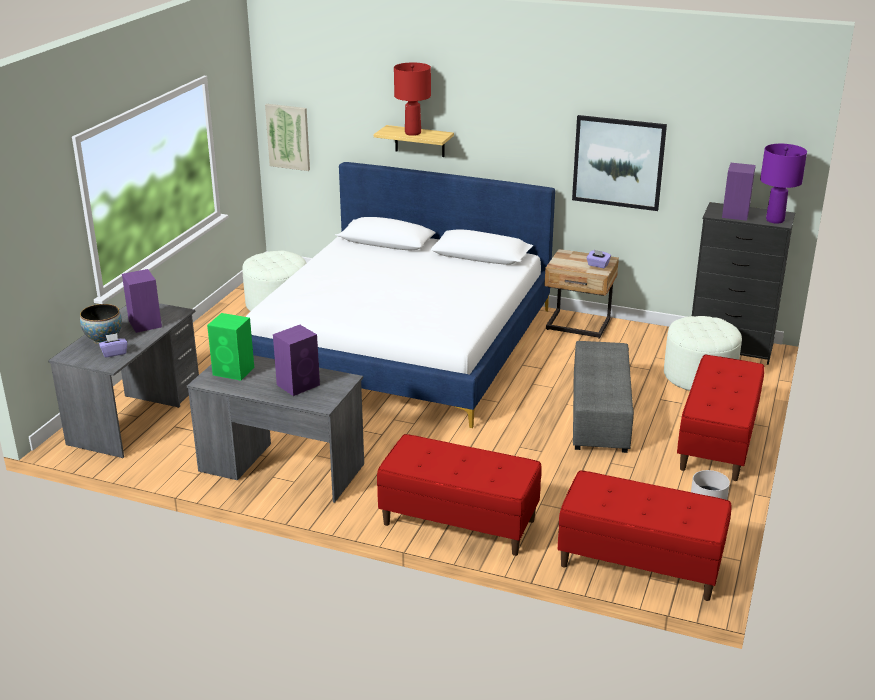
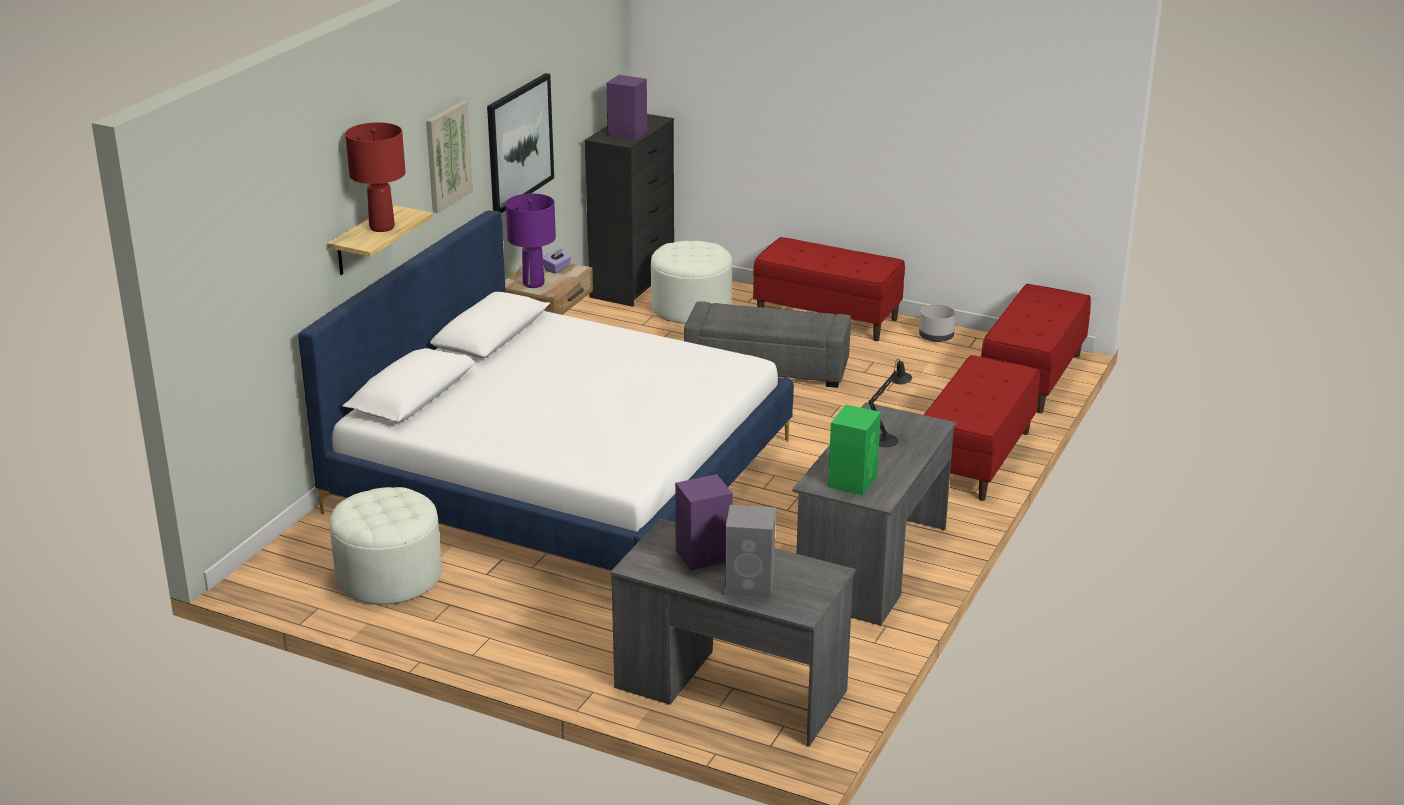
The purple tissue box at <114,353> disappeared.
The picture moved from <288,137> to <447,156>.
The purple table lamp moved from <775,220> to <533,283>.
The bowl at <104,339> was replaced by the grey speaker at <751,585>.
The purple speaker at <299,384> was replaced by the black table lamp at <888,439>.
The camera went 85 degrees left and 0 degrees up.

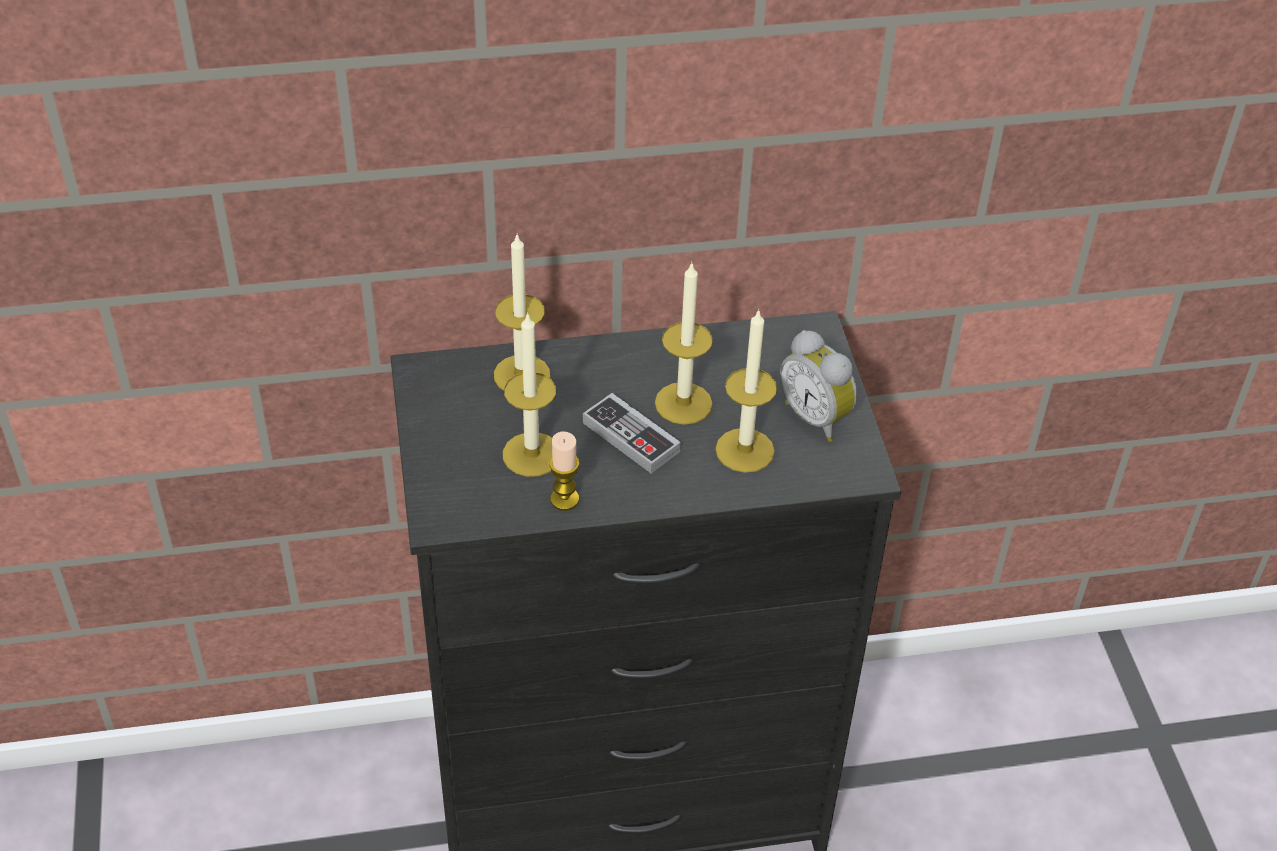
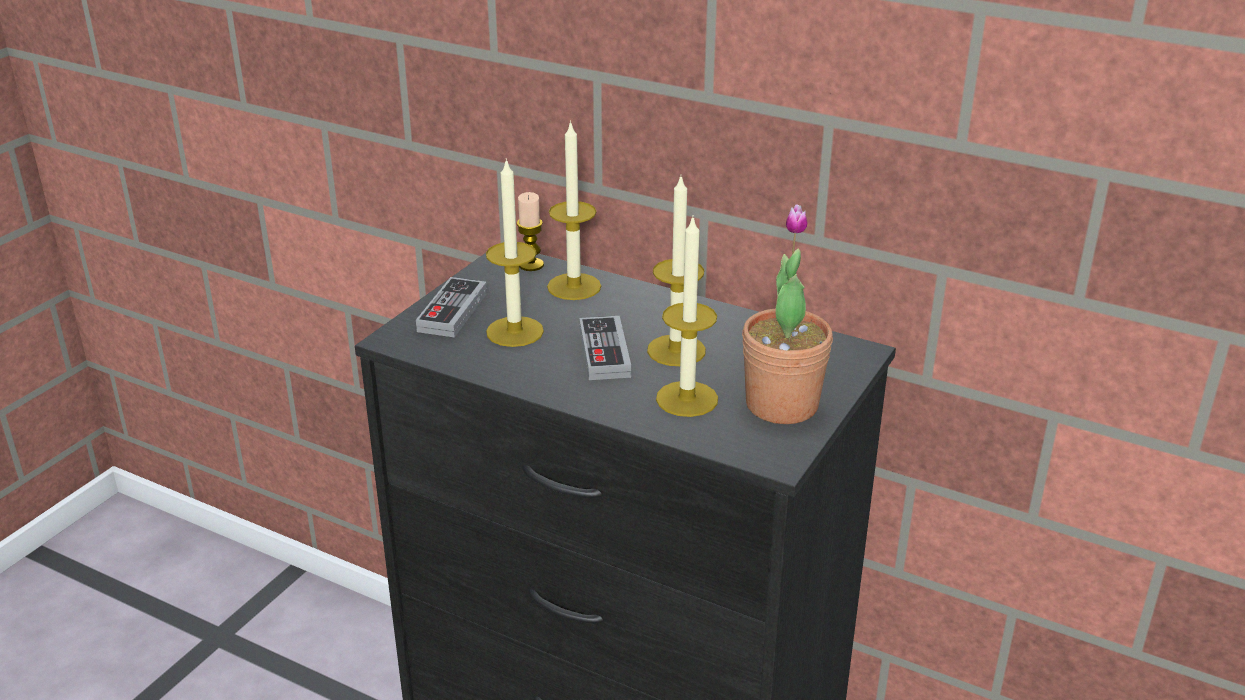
The game controller at <452,312> appeared.
The candle moved from <564,499> to <531,265>.
The alarm clock at <817,417> was replaced by the potted plant at <782,405>.
The camera went 40 degrees right and 15 degrees down.

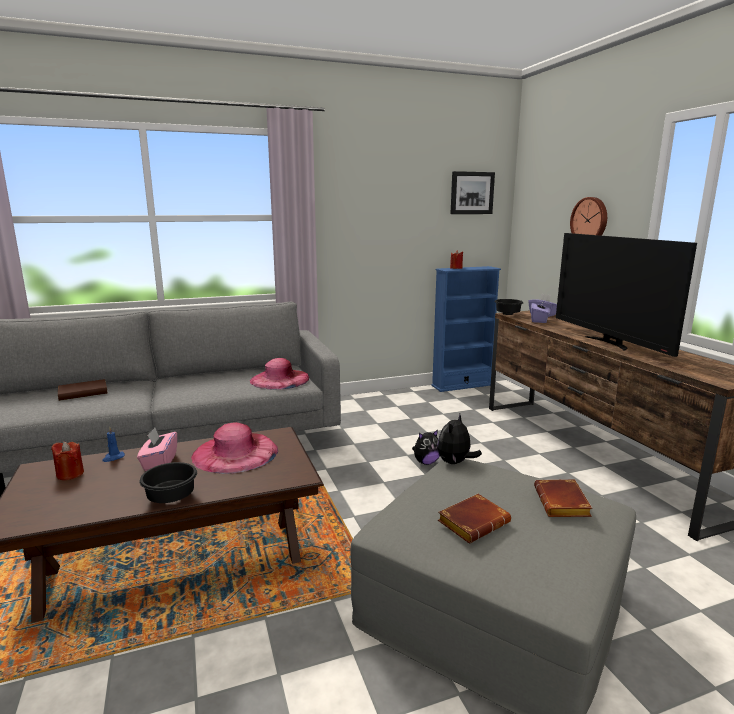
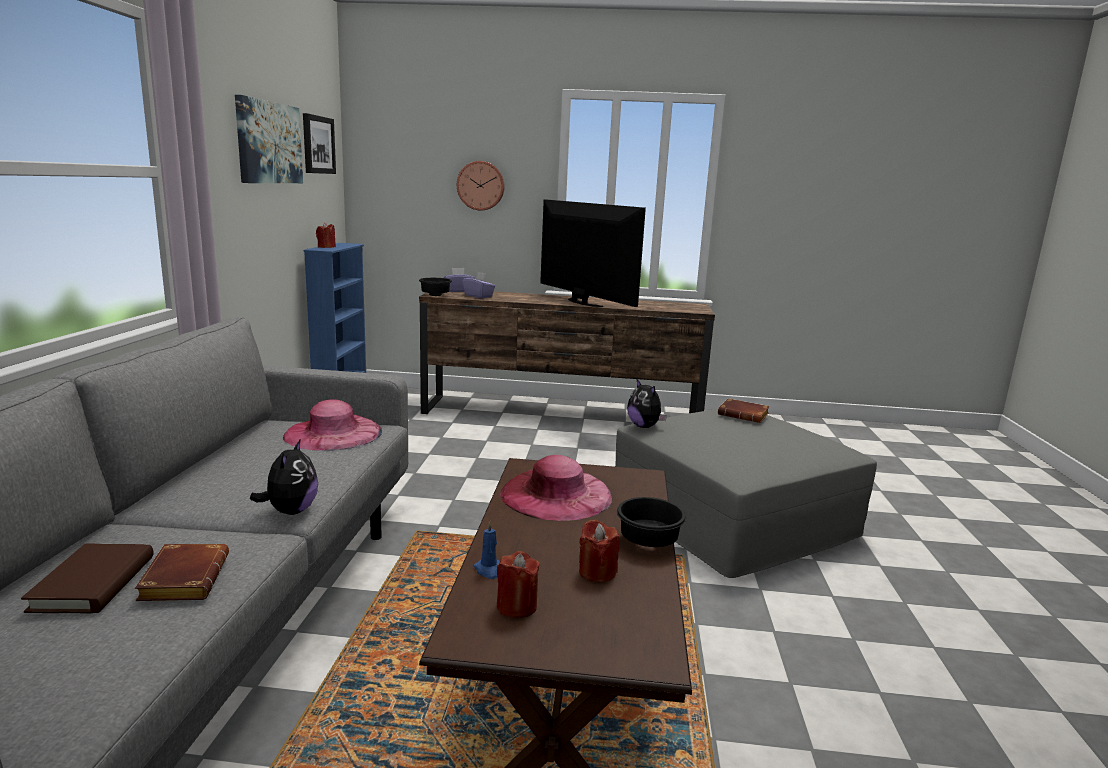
The pink tissue box at <159,462> disappeared.
The picture at <268,143> appeared.
The red candle at <597,572> appeared.
The plush toy moved from <426,462> to <290,511>.
The brown book moved from <473,522> to <183,578>.
The television at <609,343> turned 135 degrees counterclockwise.
The camera went 65 degrees left and 0 degrees up.

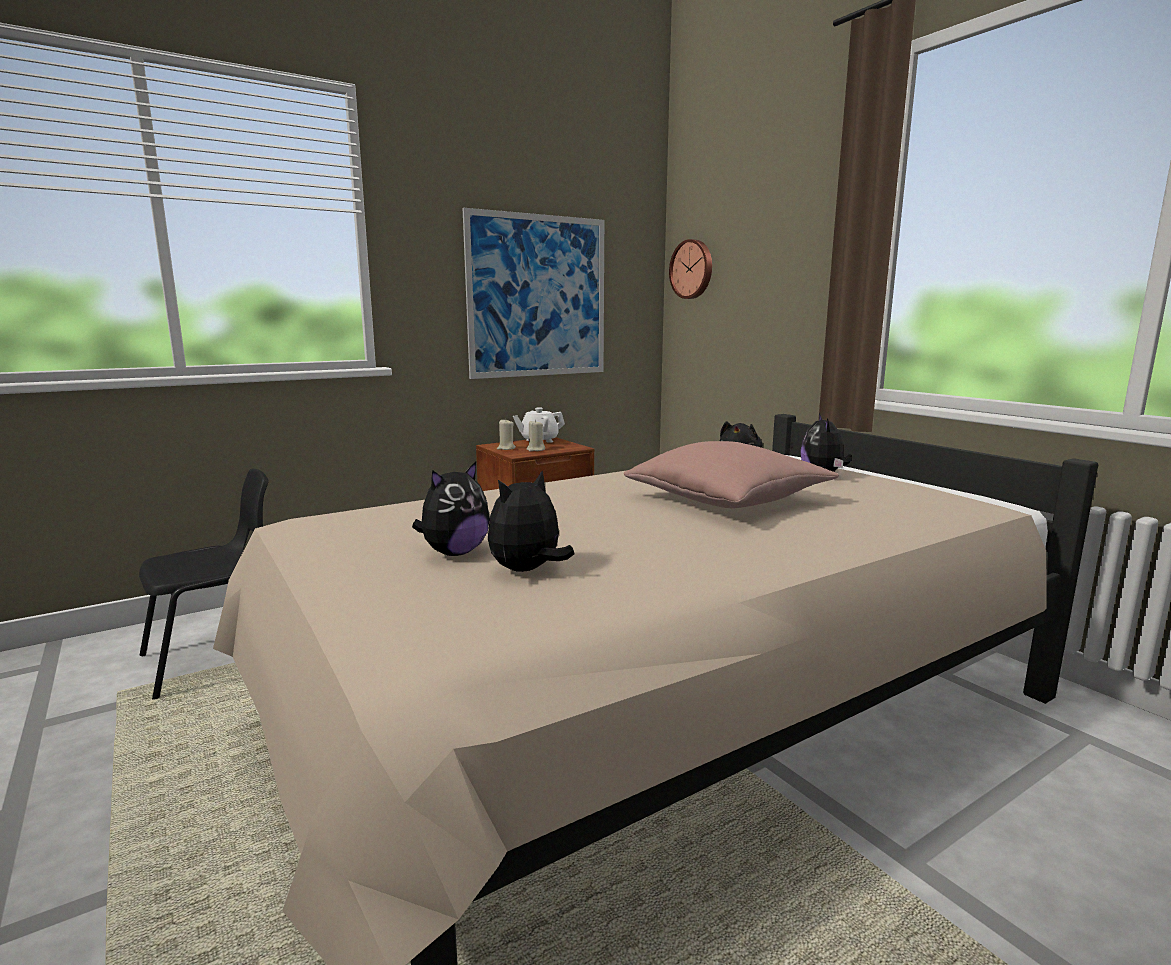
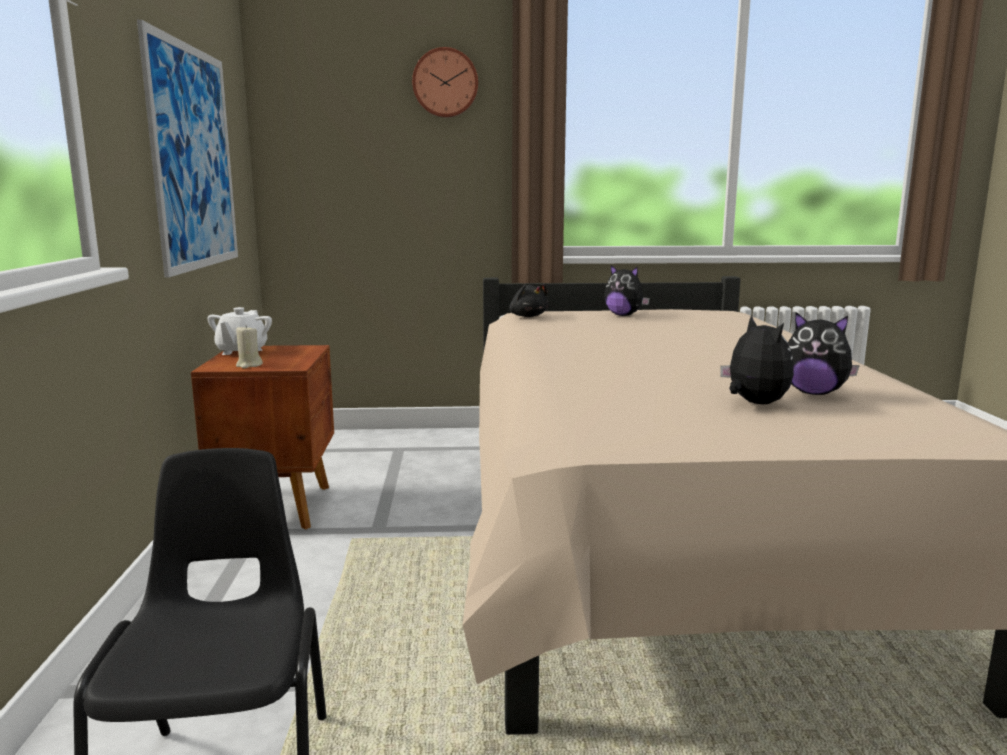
The beige candle at <535,449> disappeared.
The pink pillow at <727,500> disappeared.
The wall clock moved from <692,269> to <445,83>.
The plush toy at <527,570> turned 45 degrees counterclockwise.
The camera went 60 degrees left and 0 degrees up.

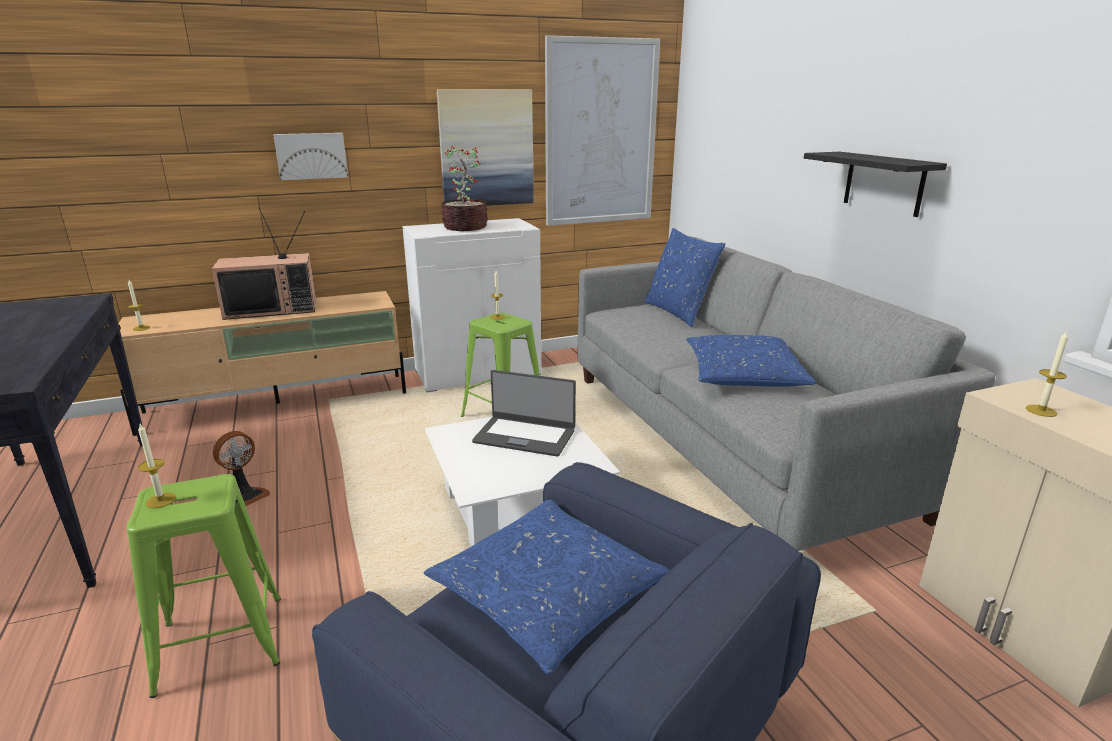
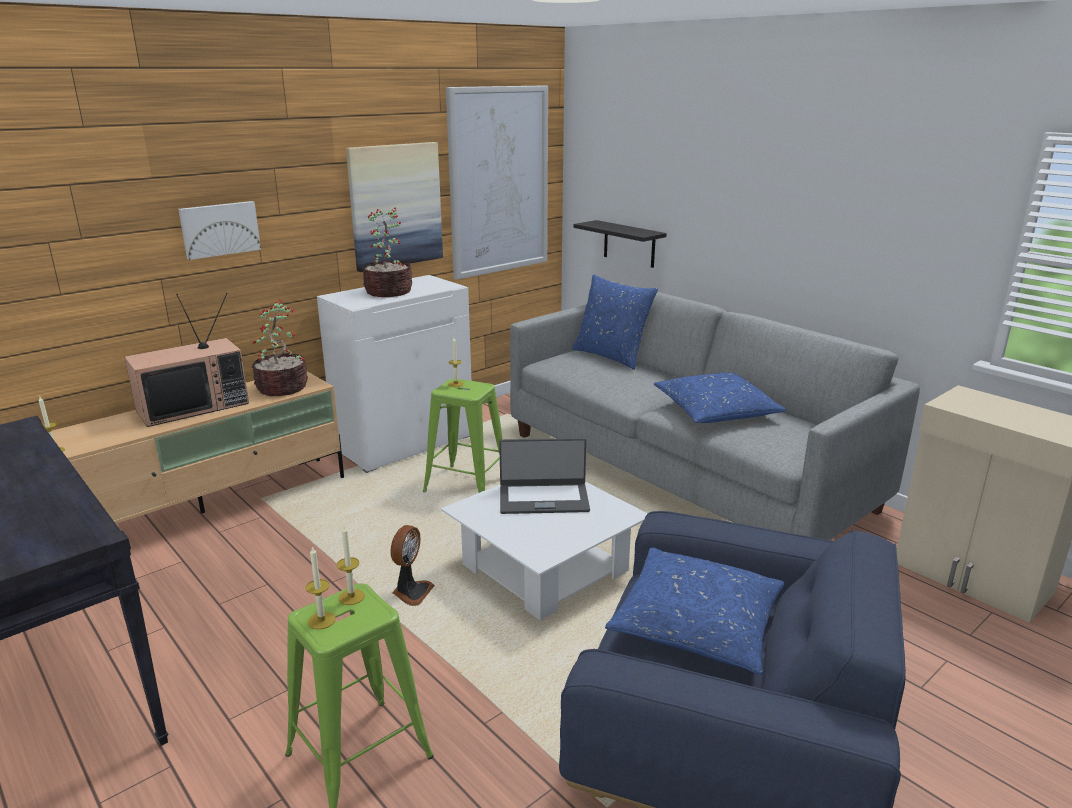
The potted plant at <283,388> appeared.
The fan moved from <244,496> to <411,592>.
The black shelf moved from <884,183> to <629,244>.
The candle moved from <1041,411> to <351,597>.
The camera went 20 degrees left and 0 degrees up.

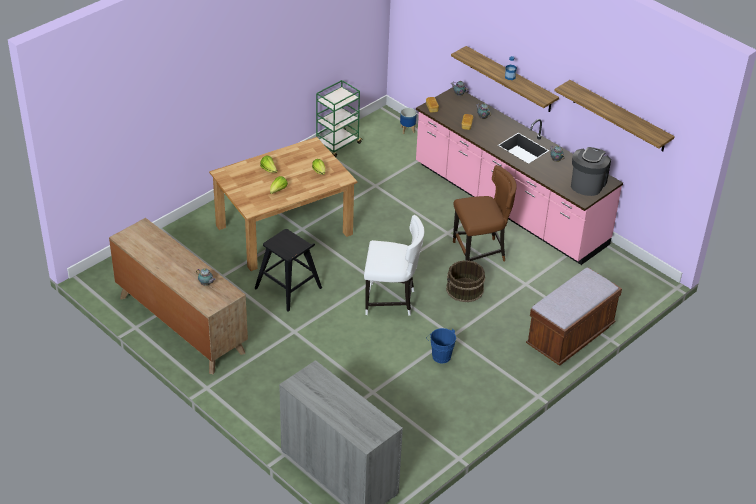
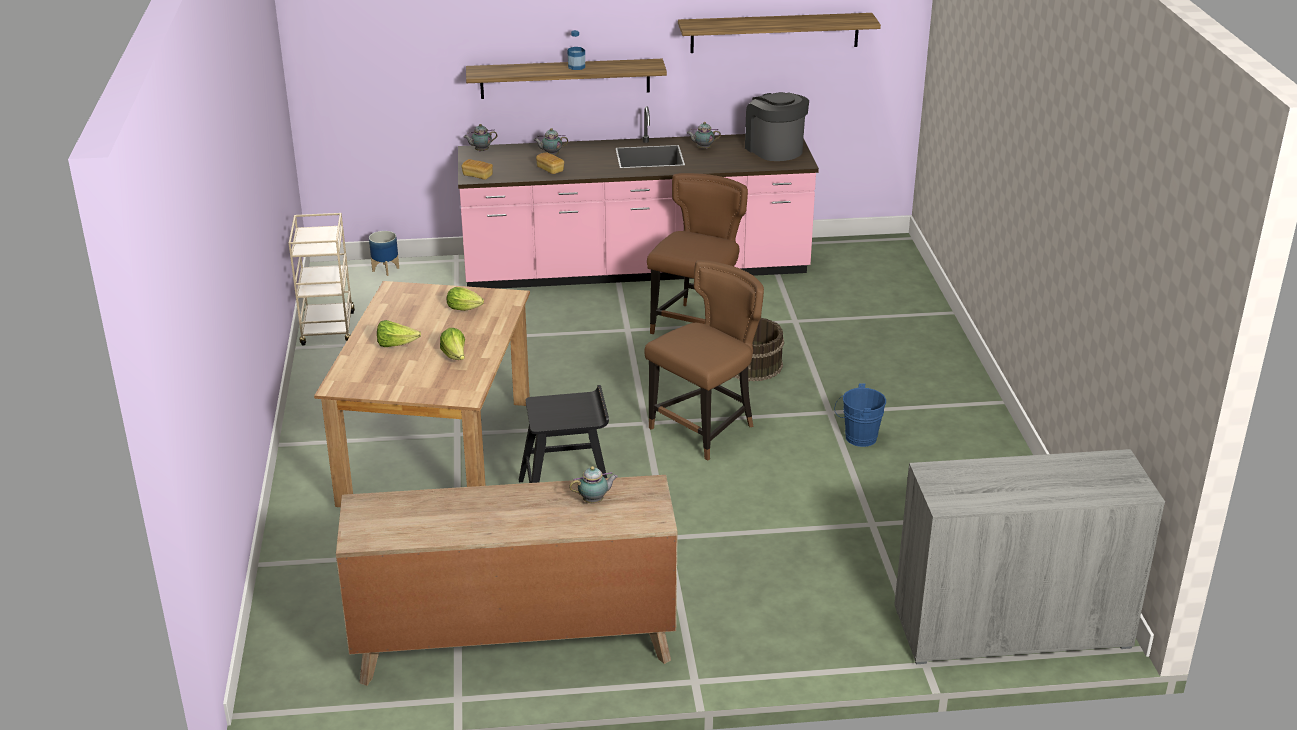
The brown bench at <570,336> disappeared.
The green cart at <337,145> became the beige cart at <328,329>.
The white chair at <391,301> became the brown chair at <705,428>.
The camera went 50 degrees left and 10 degrees down.

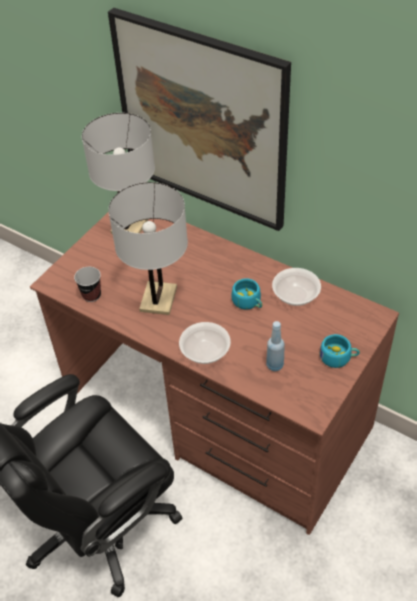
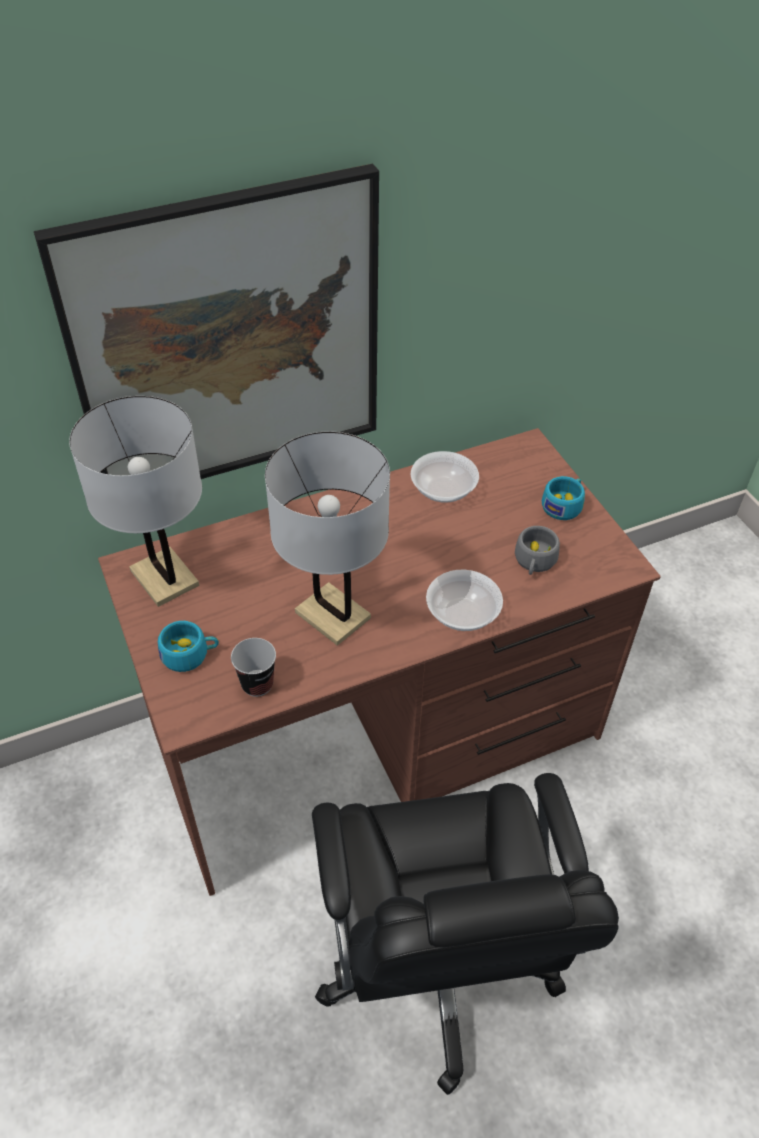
The turquoise cup moved from <248,302> to <190,654>.
The blue bottle at <274,365> was replaced by the grey cup at <534,562>.
The camera went 60 degrees left and 0 degrees up.

